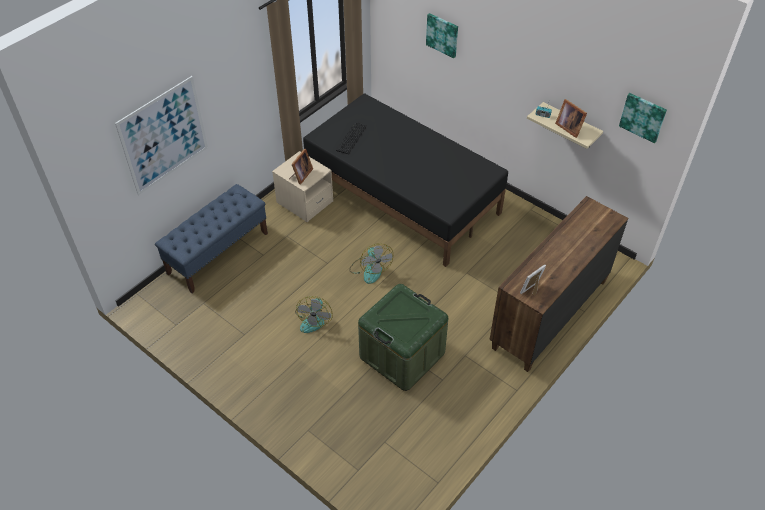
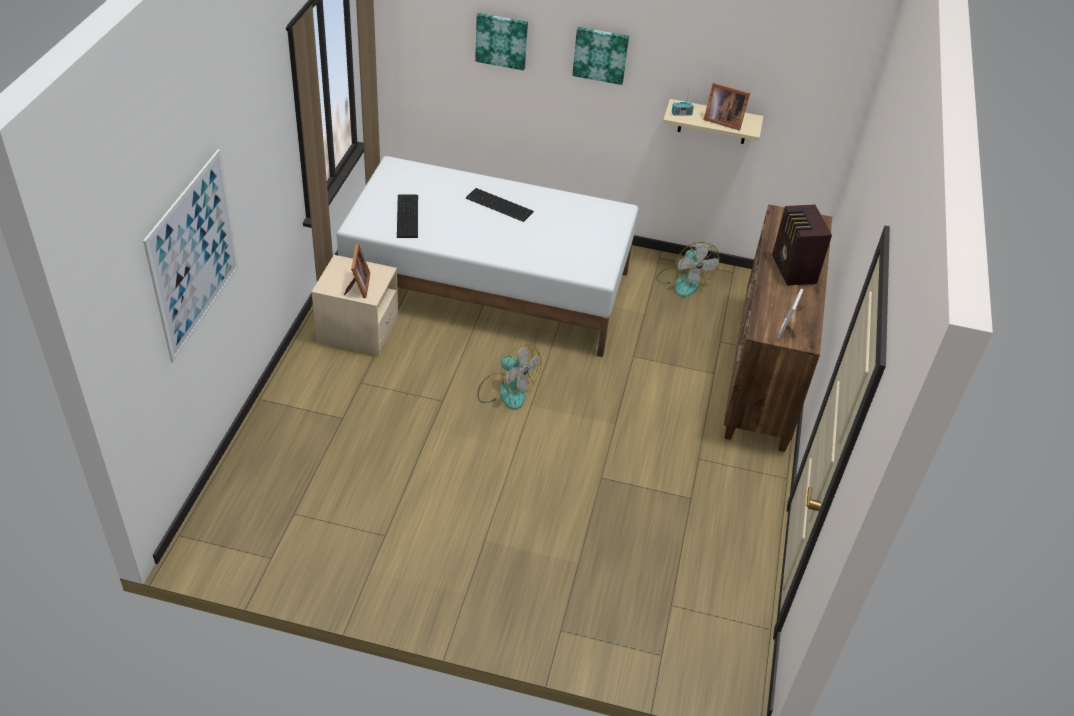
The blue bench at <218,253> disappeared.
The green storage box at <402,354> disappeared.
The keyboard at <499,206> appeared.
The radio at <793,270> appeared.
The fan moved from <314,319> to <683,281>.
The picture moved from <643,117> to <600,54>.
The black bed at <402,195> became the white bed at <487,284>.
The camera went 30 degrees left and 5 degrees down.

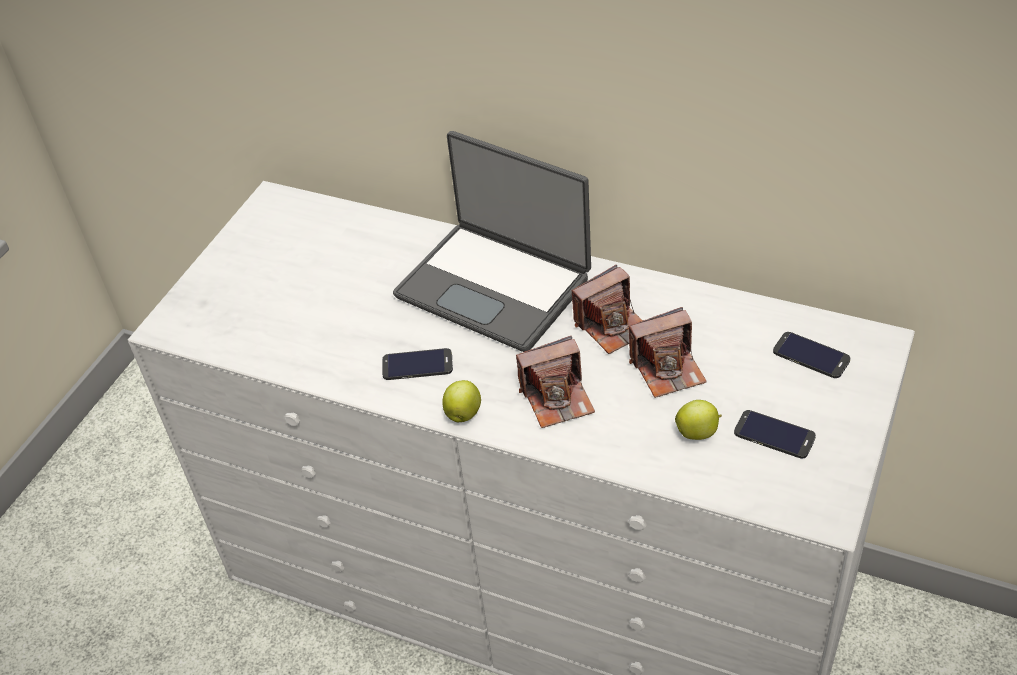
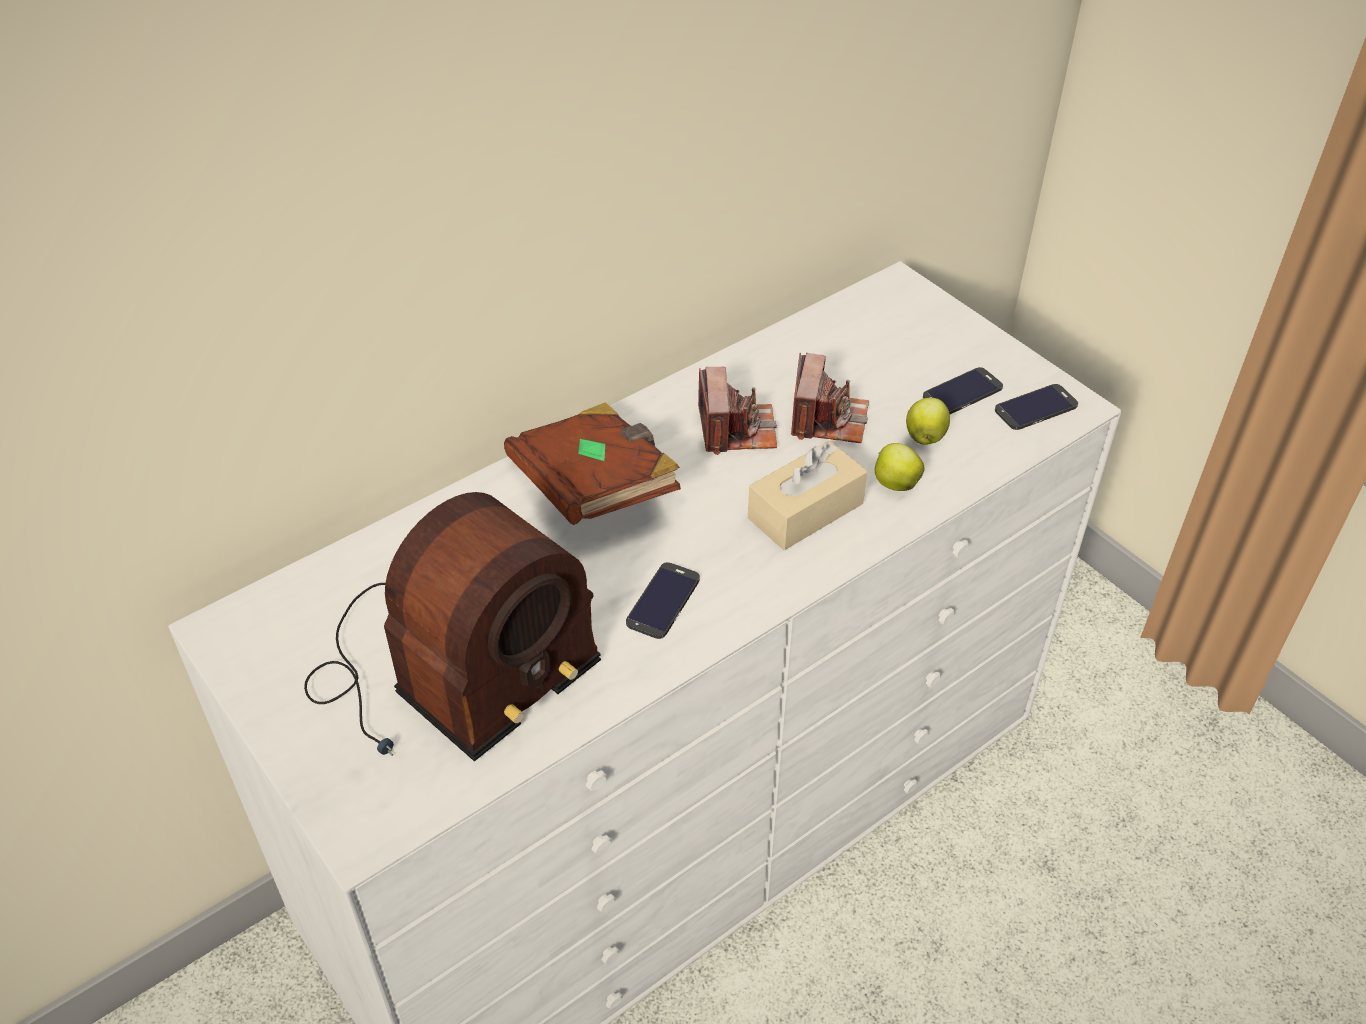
The radio at <448,673> appeared.
The apple moved from <463,413> to <895,483>.
The phone moved from <811,355> to <1036,408>.
The laptop at <495,286> was replaced by the brown book at <595,488>.
The photo camera at <557,398> was replaced by the beige tissue box at <805,511>.
The camera went 65 degrees left and 0 degrees up.

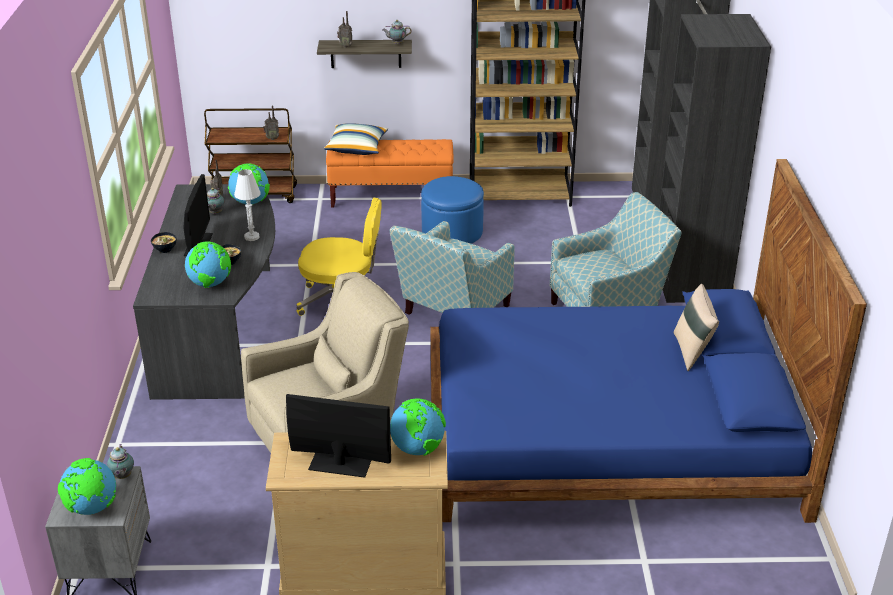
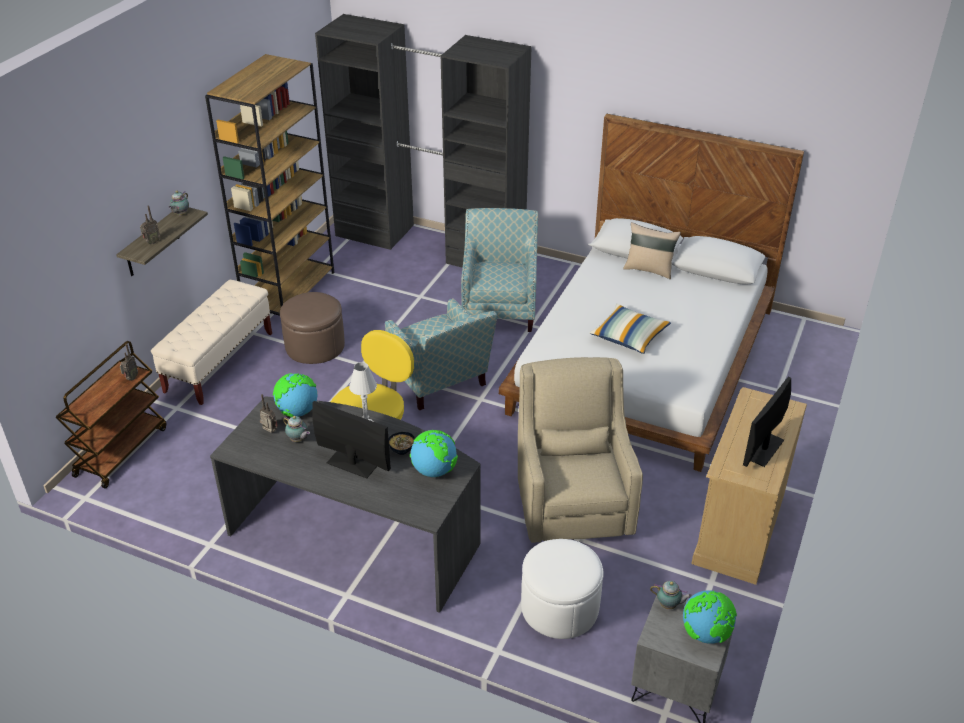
The bowl at <164,250> disappeared.
The globe at <418,449> disappeared.
The white ottoman at <560,607> appeared.
The pillow moved from <357,148> to <629,337>.
The orange bench at <391,197> became the beige bench at <219,362>.
The blue ottoman at <452,232> became the brown ottoman at <315,346>.
The blue bed at <607,435> became the white bed at <644,360>.
The camera went 65 degrees left and 5 degrees up.

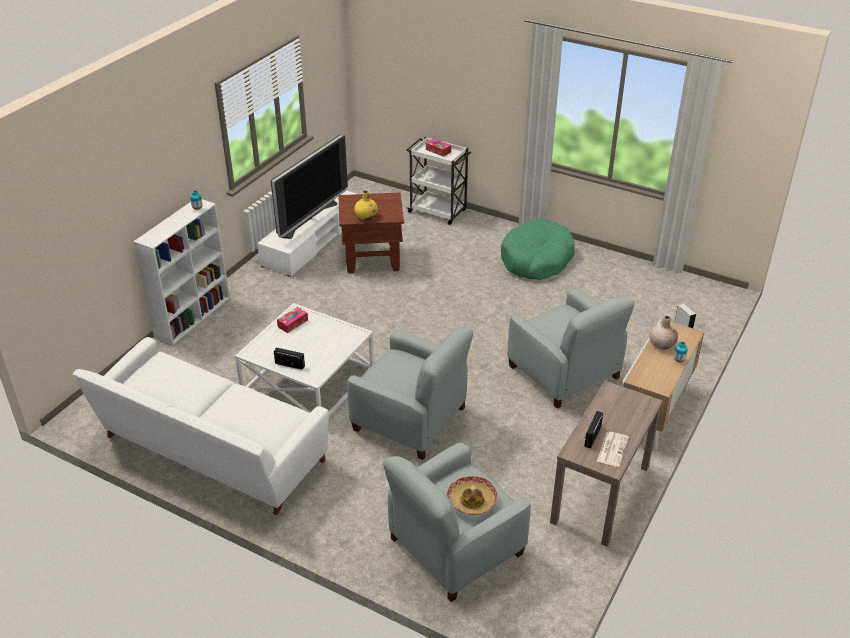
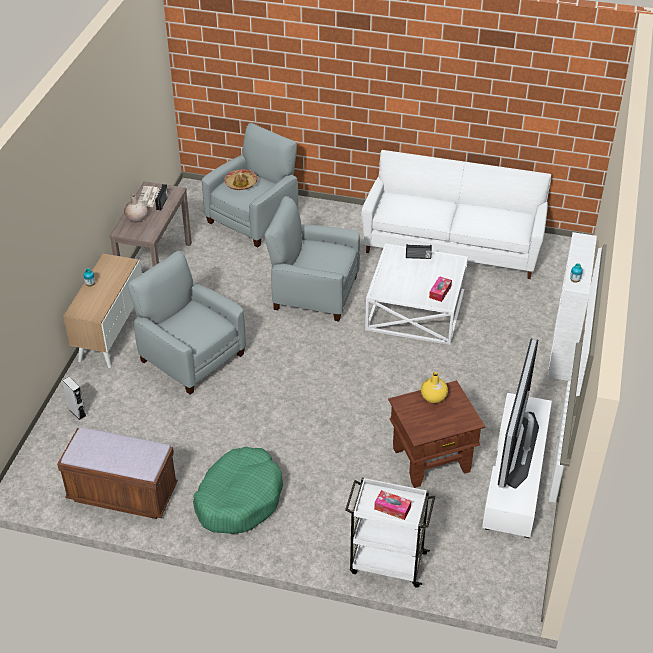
The brown bench at <122,494> appeared.
The beige vase moved from <661,344> to <136,218>.
The camera went 165 degrees right and 5 degrees up.

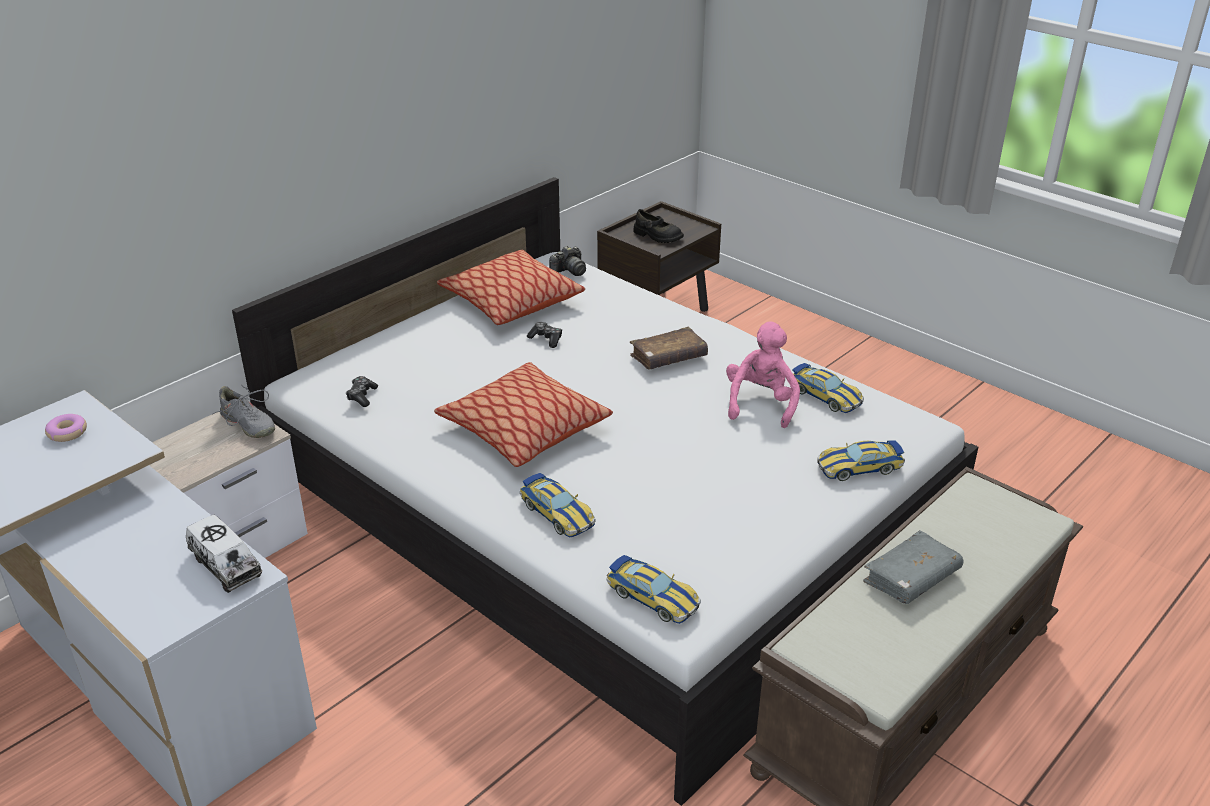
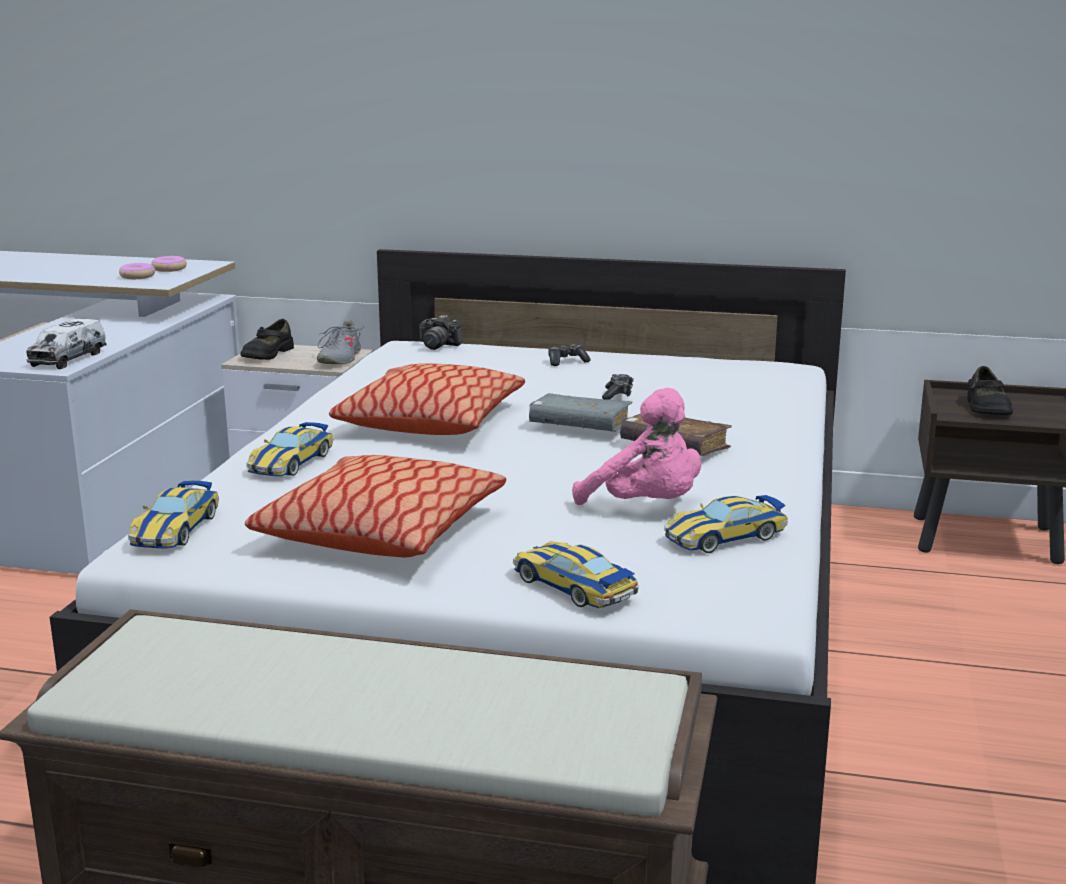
The donut at <137,276> appeared.
The black shoe at <267,354> appeared.
The game controller moved from <362,396> to <566,361>.
The pillow moved from <511,301> to <381,532>.
The photo camera moved from <569,271> to <438,345>.
The grey book moved from <911,578> to <580,426>.
The pink plush toy at <761,404> turned 60 degrees clockwise.
The toy car at <825,395> turned 45 degrees clockwise.
The camera went 60 degrees right and 15 degrees down.

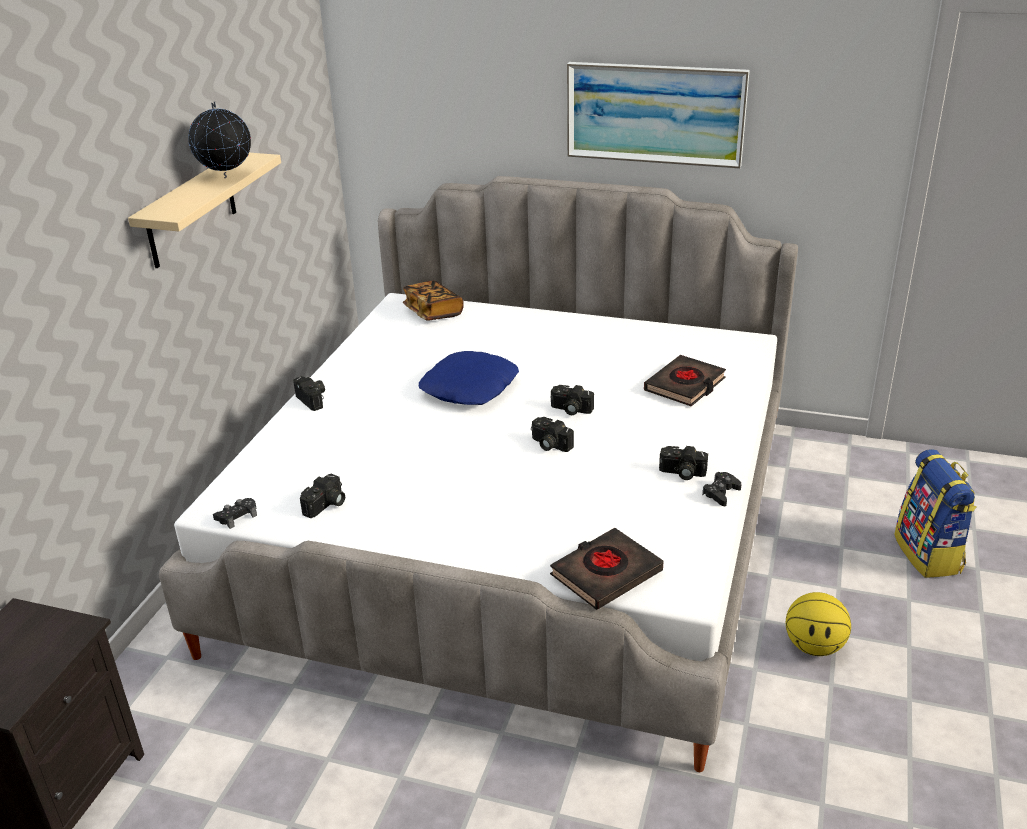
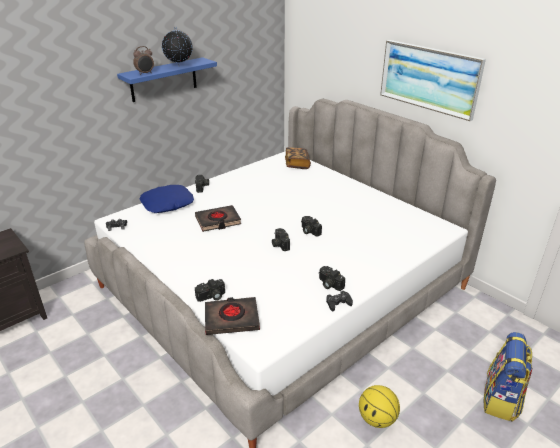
The alarm clock at <145,73> appeared.
The photo camera moved from <326,505> to <211,297>.
The blue pillow moved from <470,388> to <167,204>.
The black book moved from <685,385> to <218,221>.
The beige shelf at <191,210> became the blue shelf at <163,79>.
The camera went 30 degrees right and 0 degrees up.

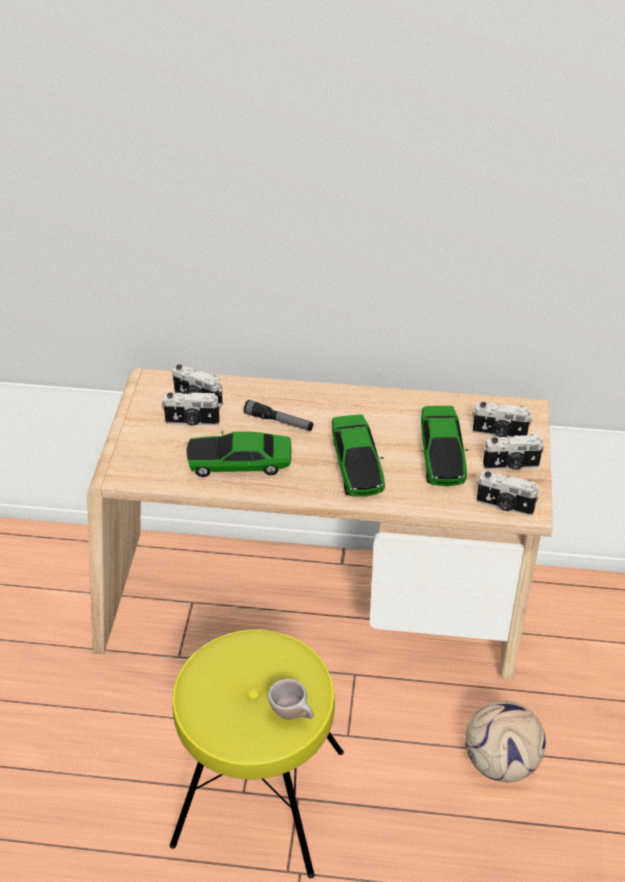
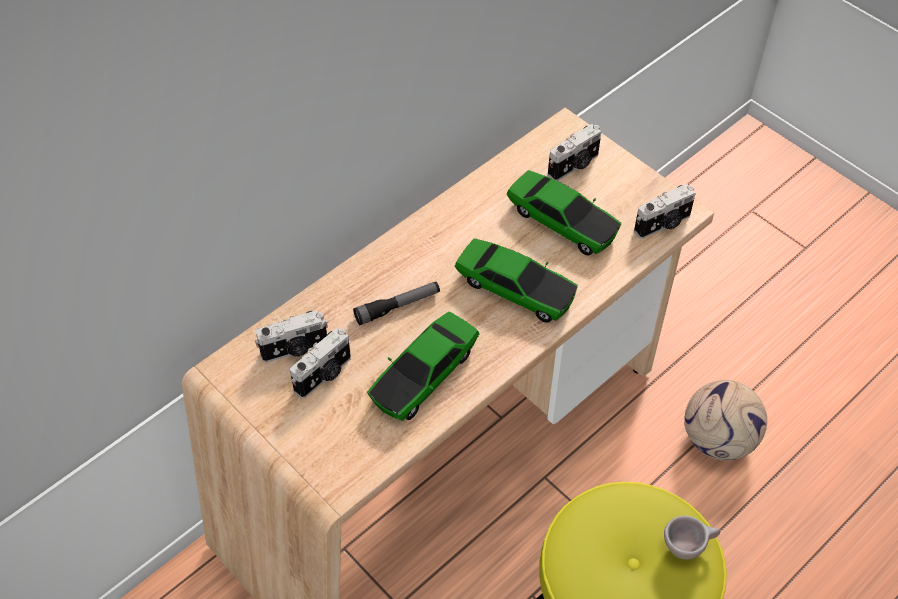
The photo camera at <511,466> disappeared.
The camera went 50 degrees left and 10 degrees up.

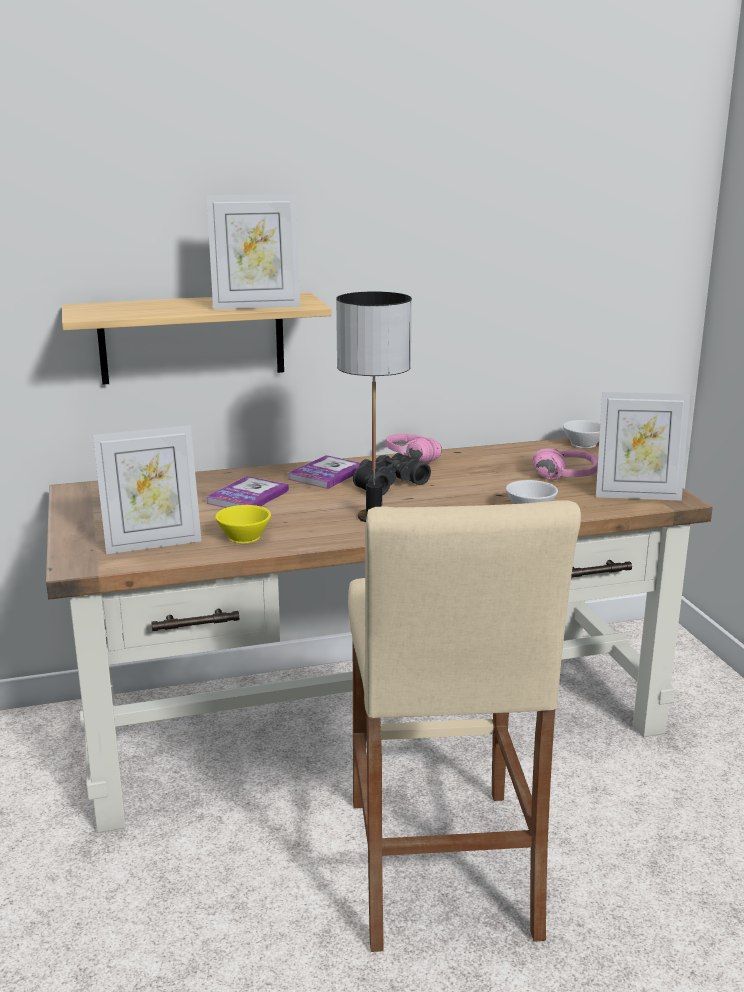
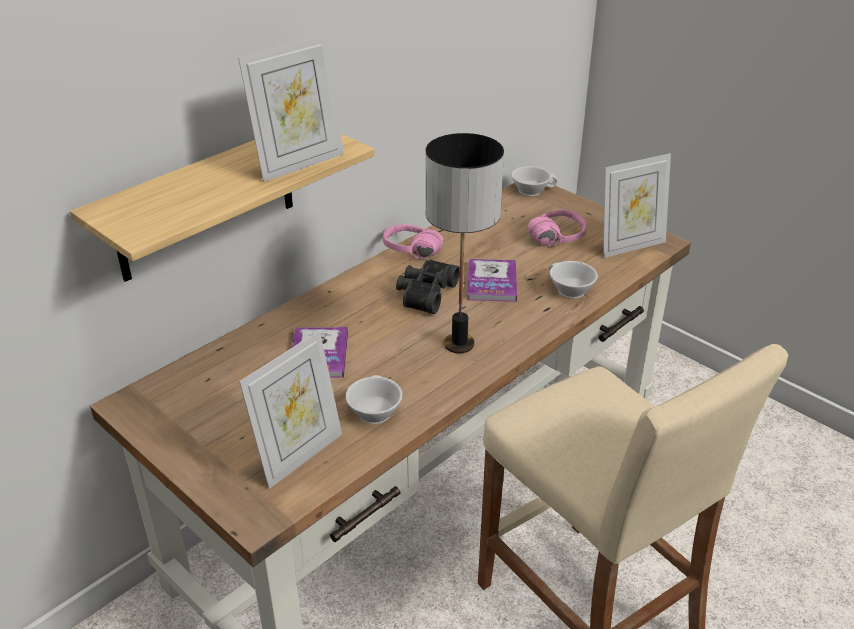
The book moved from <326,474> to <491,282>.
The yellow cup at <243,535> became the white cup at <372,411>.
The camera went 30 degrees left and 15 degrees up.

